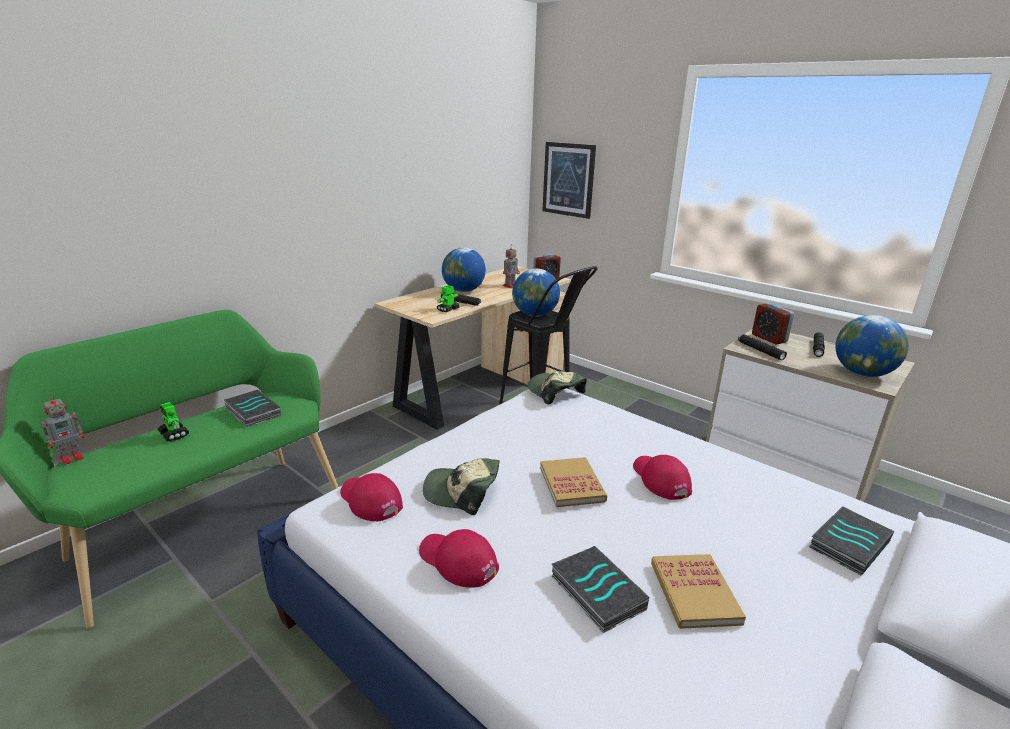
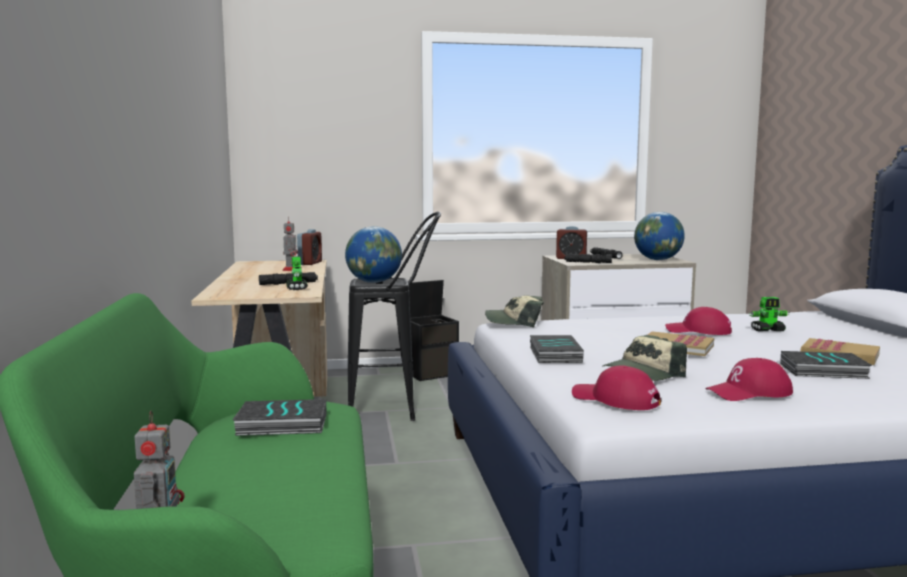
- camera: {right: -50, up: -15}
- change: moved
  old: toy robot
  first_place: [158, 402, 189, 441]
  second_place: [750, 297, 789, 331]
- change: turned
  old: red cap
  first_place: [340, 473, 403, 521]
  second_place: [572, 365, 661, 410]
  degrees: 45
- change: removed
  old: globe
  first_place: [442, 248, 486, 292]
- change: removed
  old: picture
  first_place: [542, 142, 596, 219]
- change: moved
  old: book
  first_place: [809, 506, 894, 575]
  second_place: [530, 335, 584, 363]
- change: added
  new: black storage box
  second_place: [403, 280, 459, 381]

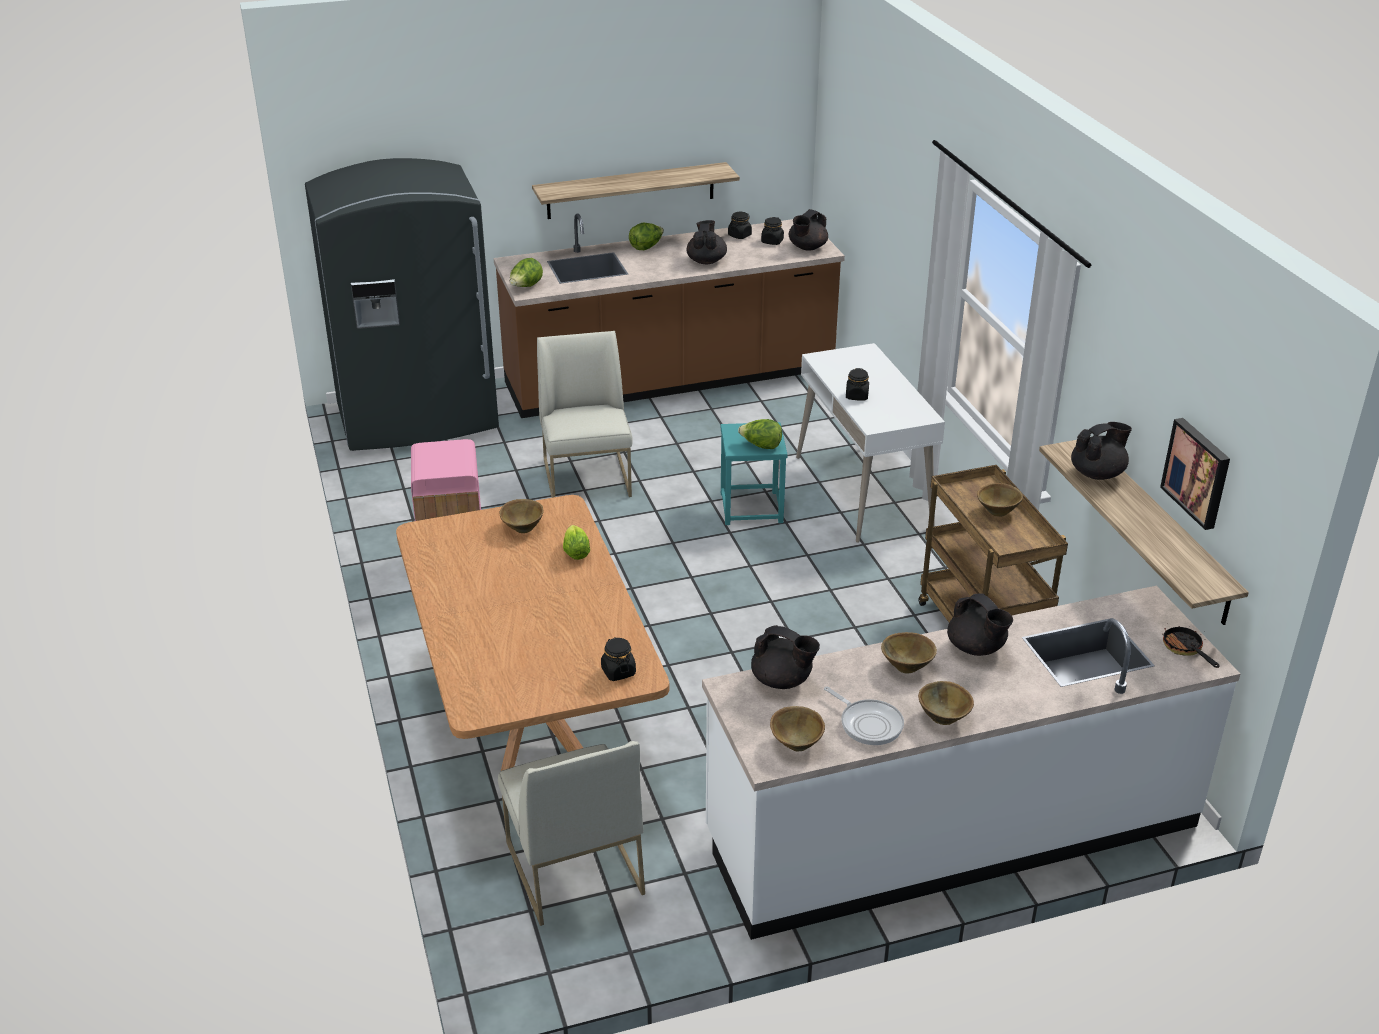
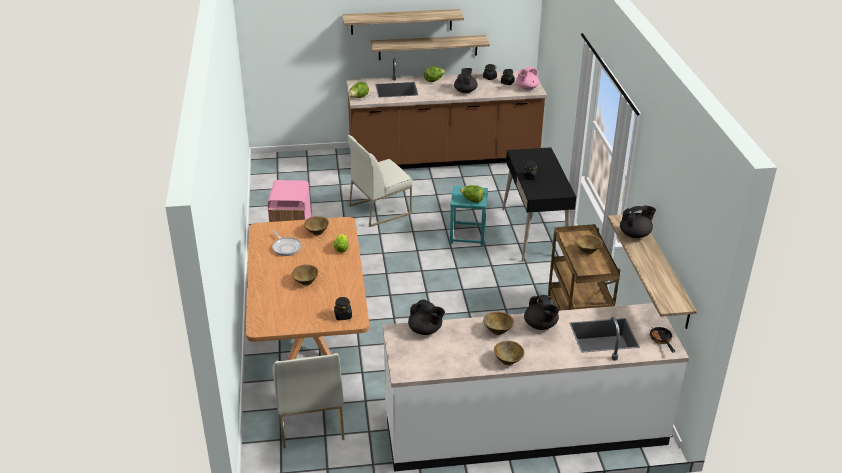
- camera: {right: 10, up: 0}
- change: removed
  old: grey fridge
  first_place: [305, 158, 499, 451]
- change: turned
  old: white chair
  first_place: [537, 331, 633, 498]
  second_place: [347, 135, 413, 227]
  degrees: -120
- change: moved
  old: brown bowl
  first_place: [770, 706, 825, 751]
  second_place: [292, 265, 318, 285]
- change: recoloured
  old: black teapot
  new: pink teapot
  first_place: [788, 209, 828, 250]
  second_place: [516, 66, 539, 90]
- change: recoloured
  old: white desk
  new: black desk
  first_place: [796, 343, 945, 543]
  second_place: [502, 147, 576, 262]
- change: moved
  old: frying pan
  first_place: [824, 686, 904, 745]
  second_place: [272, 230, 301, 256]
- change: removed
  old: picture
  first_place: [1160, 418, 1230, 530]
- change: added
  new: shelf
  second_place: [342, 9, 464, 35]

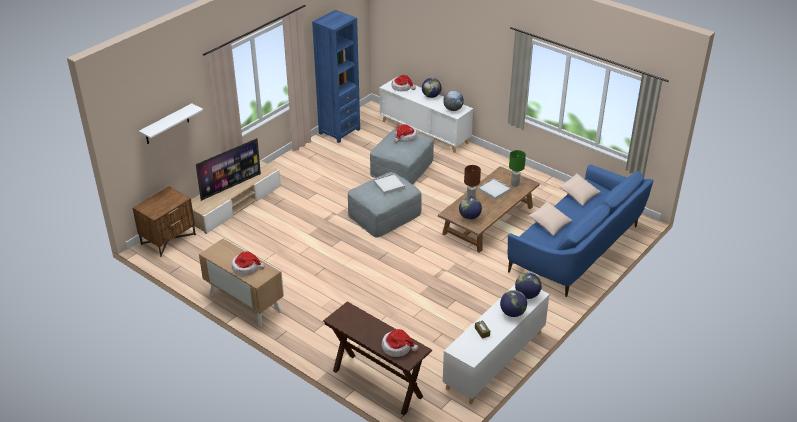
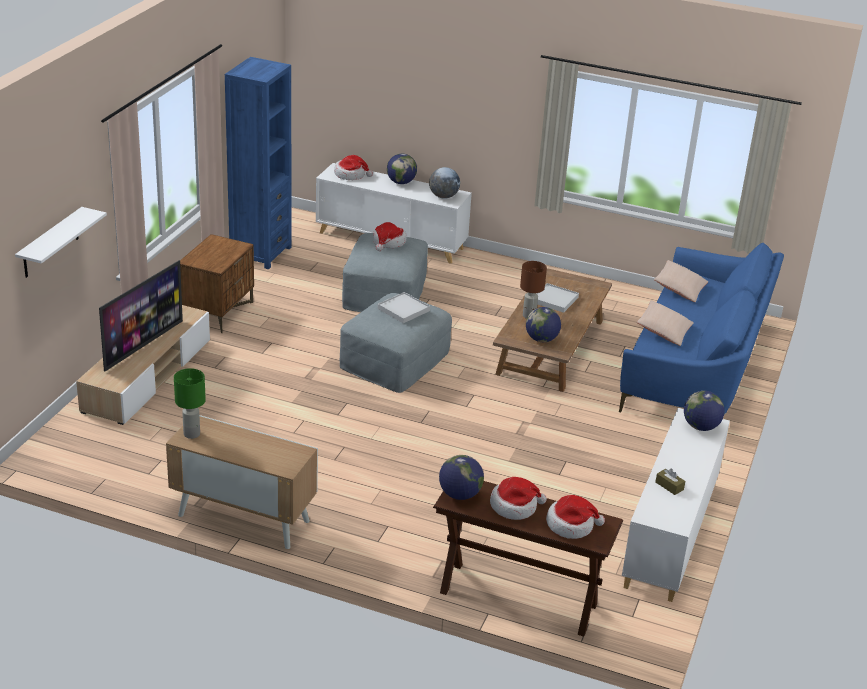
- camera: {right: -20, up: -5}
- change: moved
  old: brown nightstand
  first_place: [132, 187, 196, 257]
  second_place: [180, 234, 254, 333]
- change: moved
  old: hat
  first_place: [232, 251, 265, 276]
  second_place: [490, 477, 547, 520]
- change: moved
  old: globe
  first_place: [500, 290, 527, 317]
  second_place: [439, 455, 484, 500]
- change: moved
  old: green table lamp
  first_place: [509, 150, 526, 187]
  second_place: [174, 368, 206, 439]

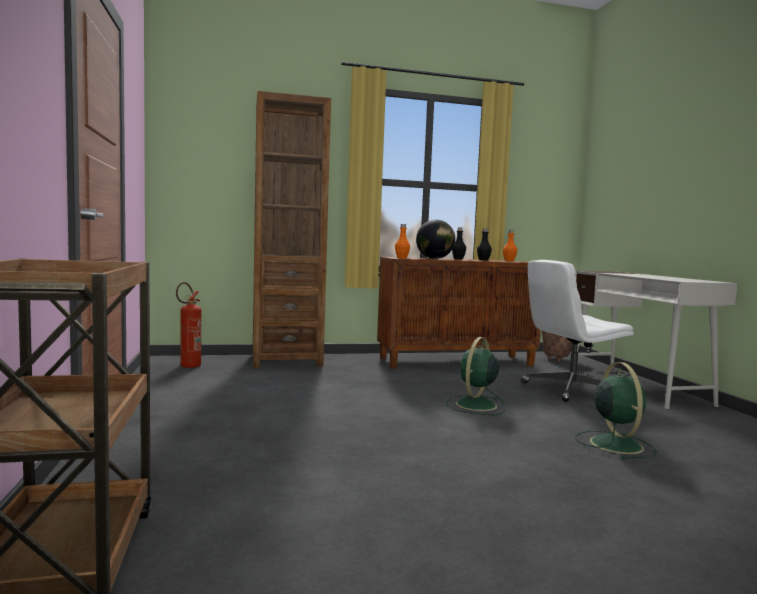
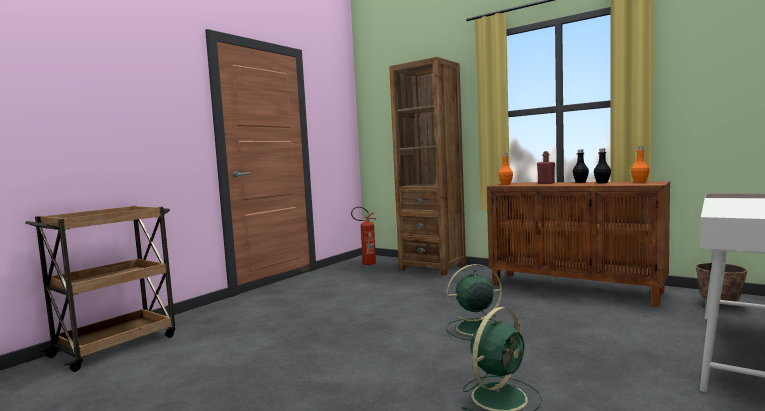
- camera: {right: 50, up: 0}
- change: replaced
  old: globe
  new: red bottle
  first_place: [416, 220, 455, 259]
  second_place: [537, 151, 555, 184]
- change: removed
  old: white office chair
  first_place: [521, 260, 634, 402]

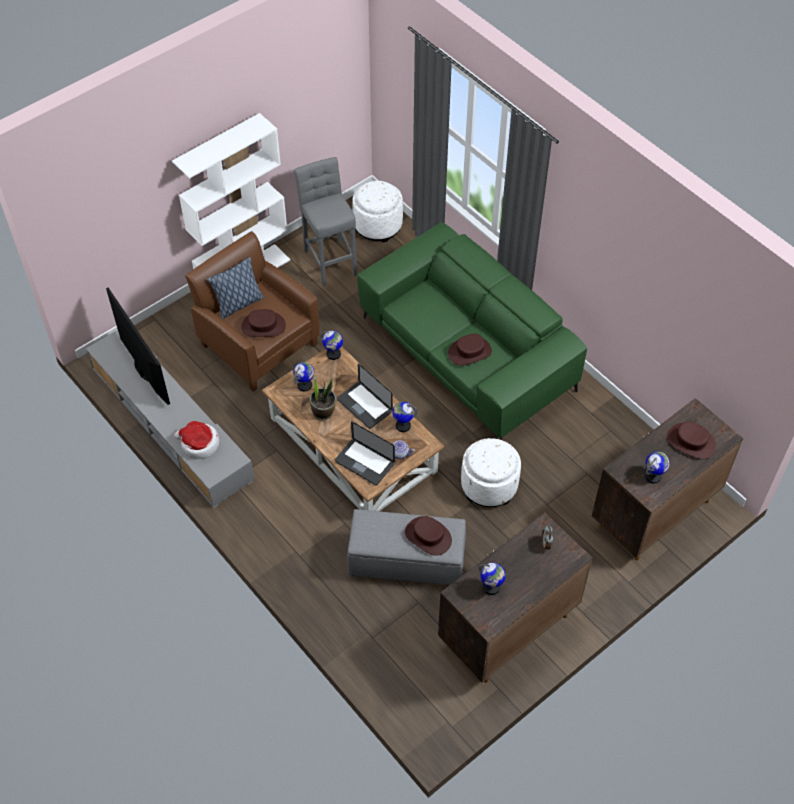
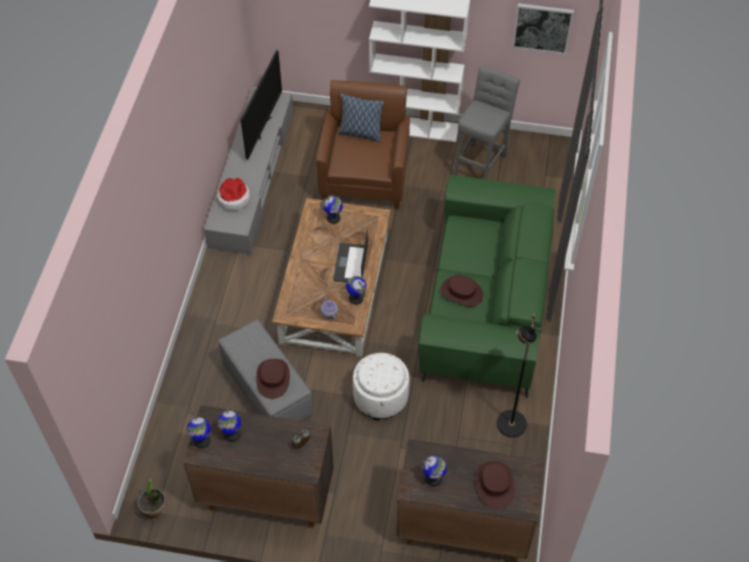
- camera: {right: 50, up: 0}
- change: removed
  old: brown hat
  first_place: [241, 309, 286, 337]
- change: moved
  old: potted plant
  first_place: [310, 377, 336, 420]
  second_place: [138, 479, 165, 520]
- change: moved
  old: globe
  first_place: [320, 330, 343, 360]
  second_place: [187, 414, 211, 448]
- change: removed
  old: laptop
  first_place: [335, 421, 395, 485]
- change: removed
  old: white ottoman
  first_place: [352, 181, 403, 242]
- change: added
  new: black floor lamp
  second_place: [497, 314, 537, 437]
- change: added
  new: picture
  second_place: [512, 3, 574, 54]

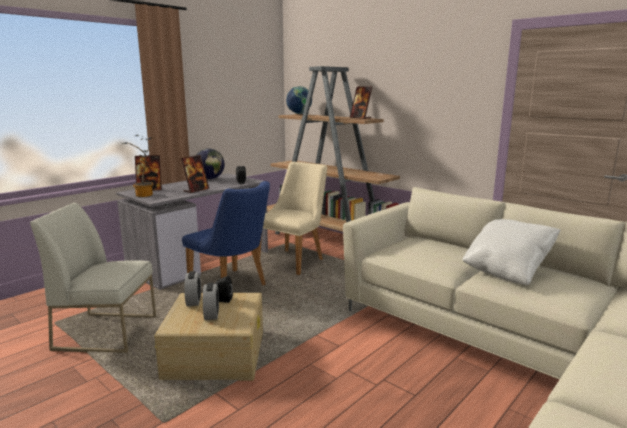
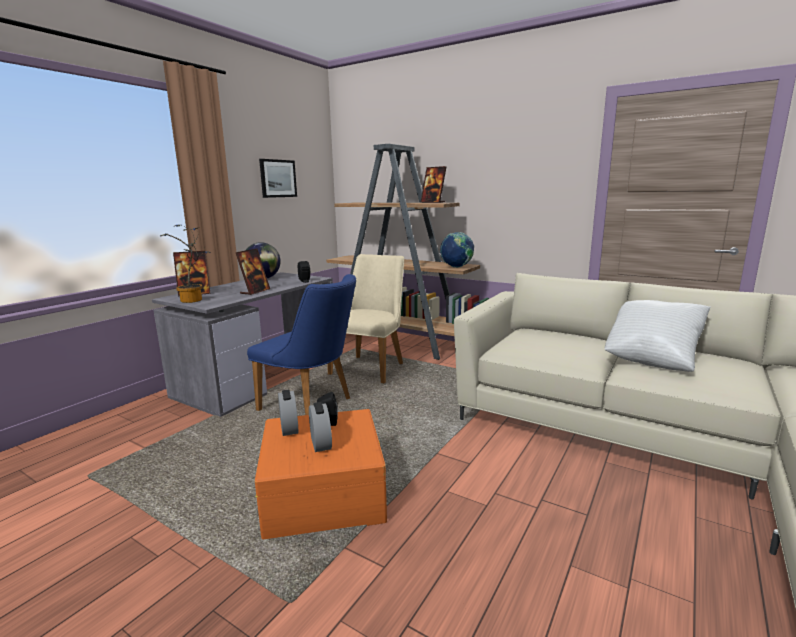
- camera: {right: -10, up: 0}
- change: removed
  old: white chair
  first_place: [30, 203, 156, 353]
- change: recoloured
  old: beige storage box
  new: orange storage box
  first_place: [154, 293, 263, 381]
  second_place: [255, 409, 387, 539]
- change: moved
  old: globe
  first_place: [286, 86, 312, 114]
  second_place: [440, 232, 474, 268]
- change: added
  new: picture
  second_place: [259, 159, 297, 198]

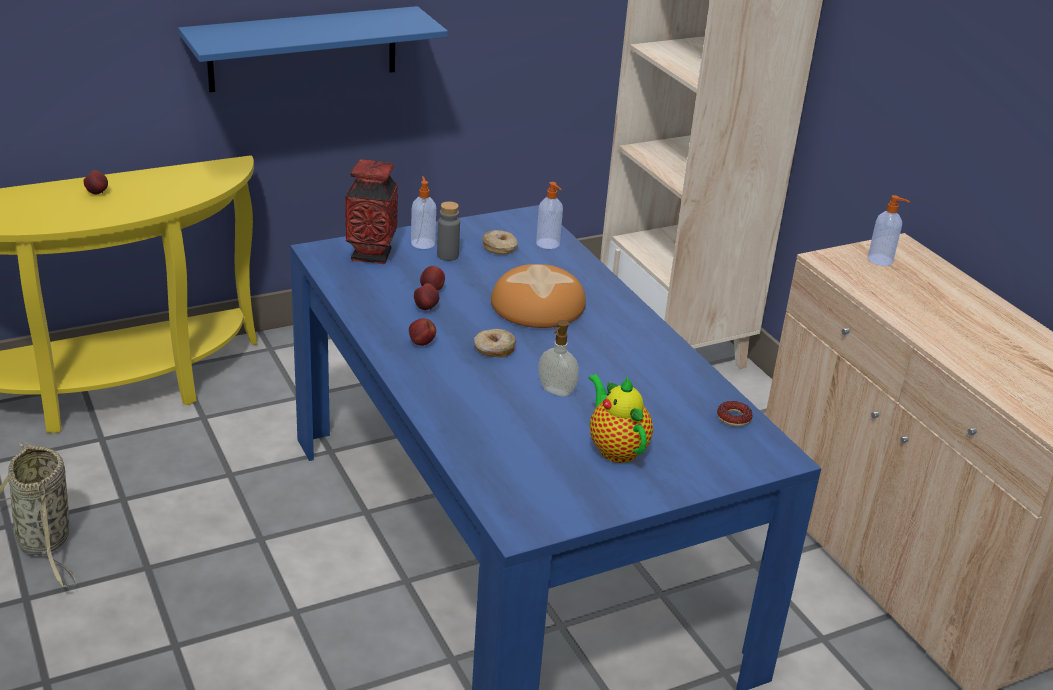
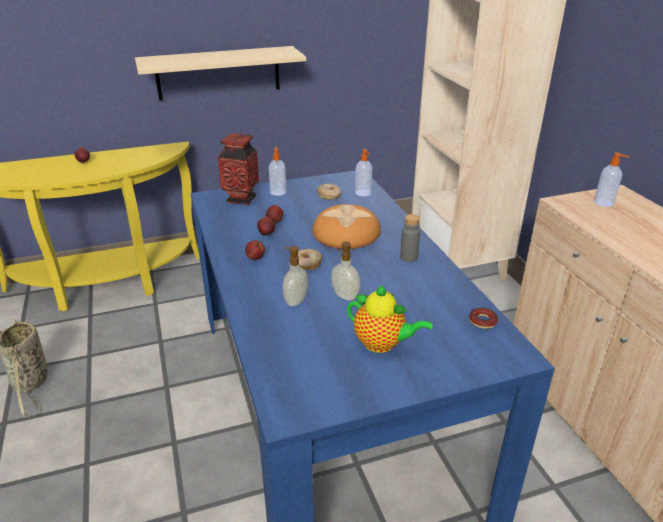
- camera: {right: 10, up: 0}
- change: recoloured
  old: blue shelf
  new: beige shelf
  first_place: [178, 6, 448, 92]
  second_place: [135, 46, 306, 101]
- change: moved
  old: grey bottle
  first_place: [437, 201, 460, 261]
  second_place: [400, 214, 420, 262]
- change: turned
  old: teapot
  first_place: [588, 374, 653, 463]
  second_place: [347, 285, 433, 353]
  degrees: 135
- change: added
  new: soap dispenser
  second_place: [282, 246, 308, 307]

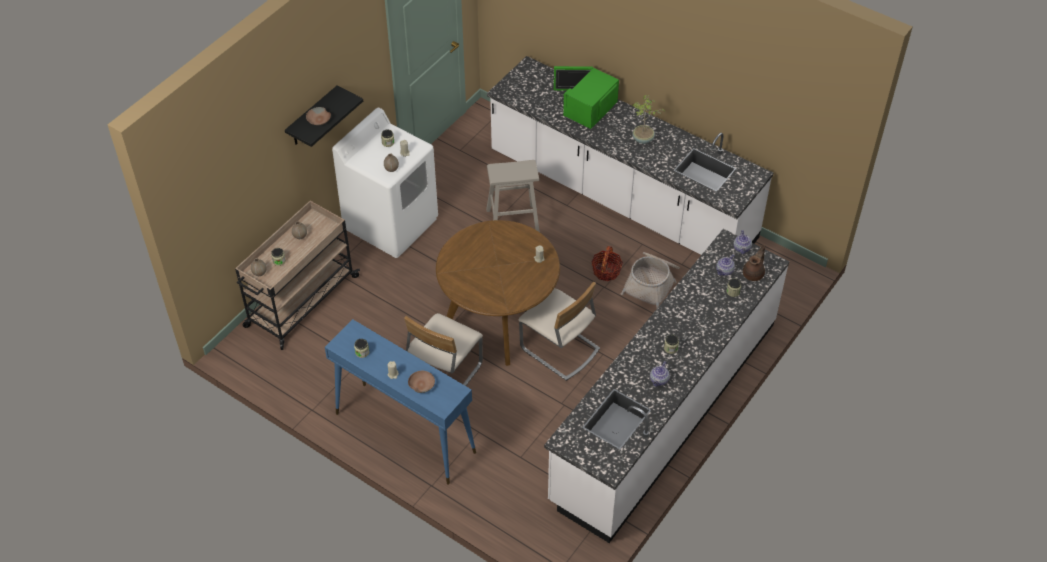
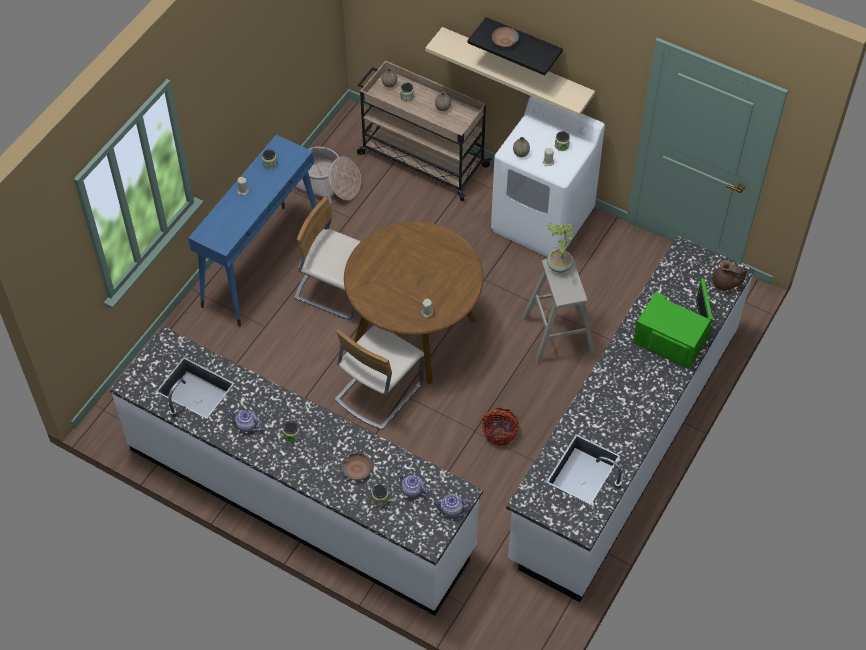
- camera: {right: 85, up: 5}
- change: moved
  old: brown bowl
  first_place: [408, 371, 435, 393]
  second_place: [342, 453, 372, 480]
- change: moved
  old: basket
  first_place: [621, 252, 680, 309]
  second_place: [293, 147, 361, 204]
- change: moved
  old: potted plant
  first_place: [632, 95, 665, 144]
  second_place: [547, 223, 574, 273]
- change: moved
  old: brown teapot
  first_place: [743, 244, 765, 281]
  second_place: [713, 261, 747, 291]
- change: added
  new: beige shelf
  second_place: [425, 27, 595, 116]

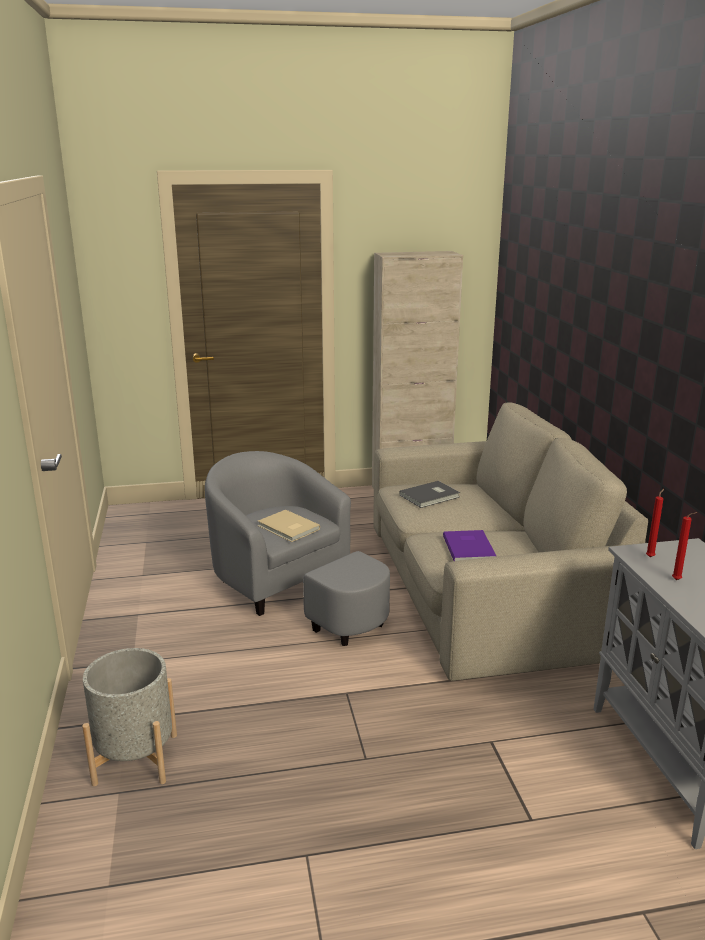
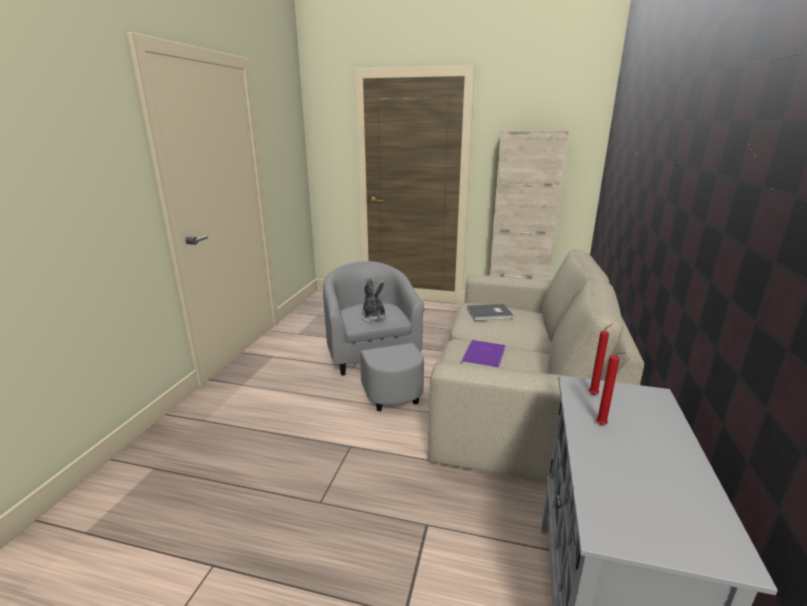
- camera: {right: 25, up: 0}
- change: removed
  old: grey planter
  first_place: [82, 648, 177, 786]
- change: replaced
  old: beige book
  new: plush toy
  first_place: [258, 510, 320, 542]
  second_place: [361, 277, 387, 322]

